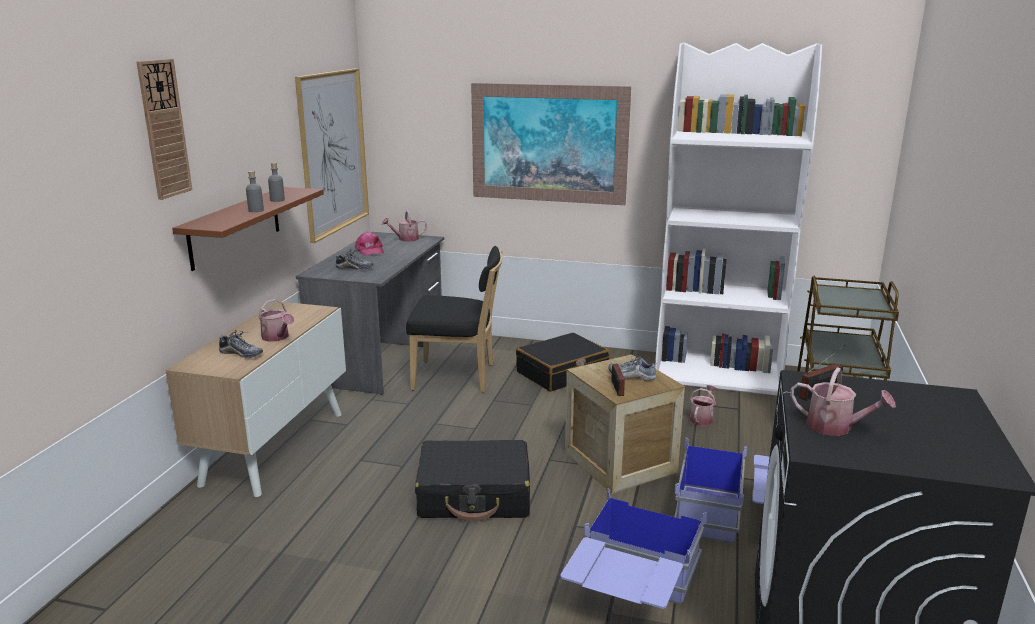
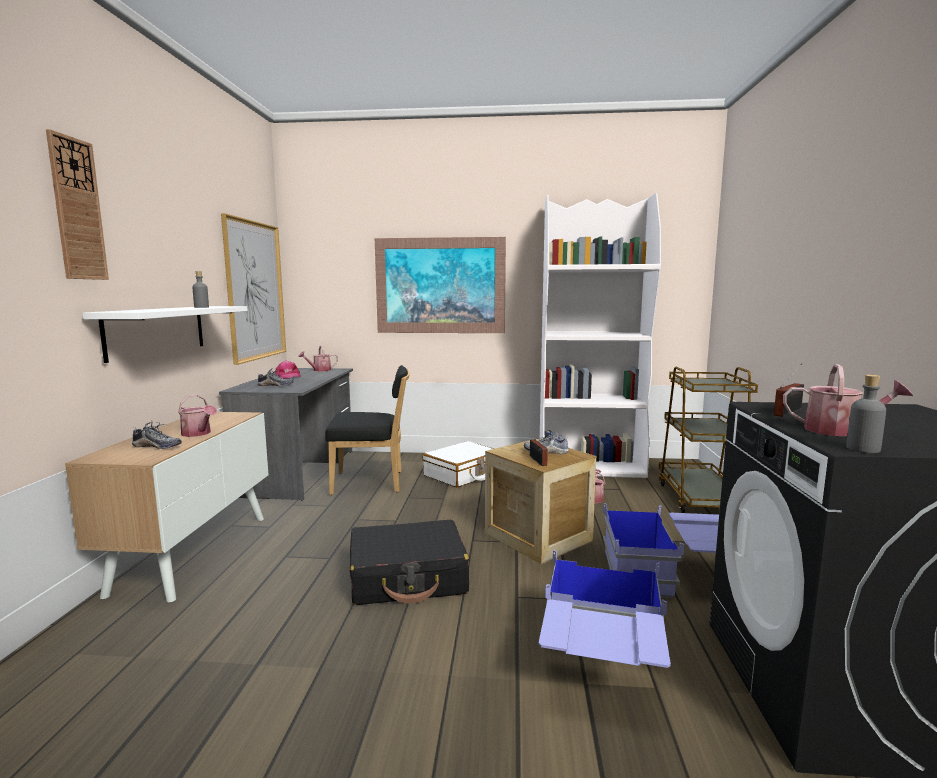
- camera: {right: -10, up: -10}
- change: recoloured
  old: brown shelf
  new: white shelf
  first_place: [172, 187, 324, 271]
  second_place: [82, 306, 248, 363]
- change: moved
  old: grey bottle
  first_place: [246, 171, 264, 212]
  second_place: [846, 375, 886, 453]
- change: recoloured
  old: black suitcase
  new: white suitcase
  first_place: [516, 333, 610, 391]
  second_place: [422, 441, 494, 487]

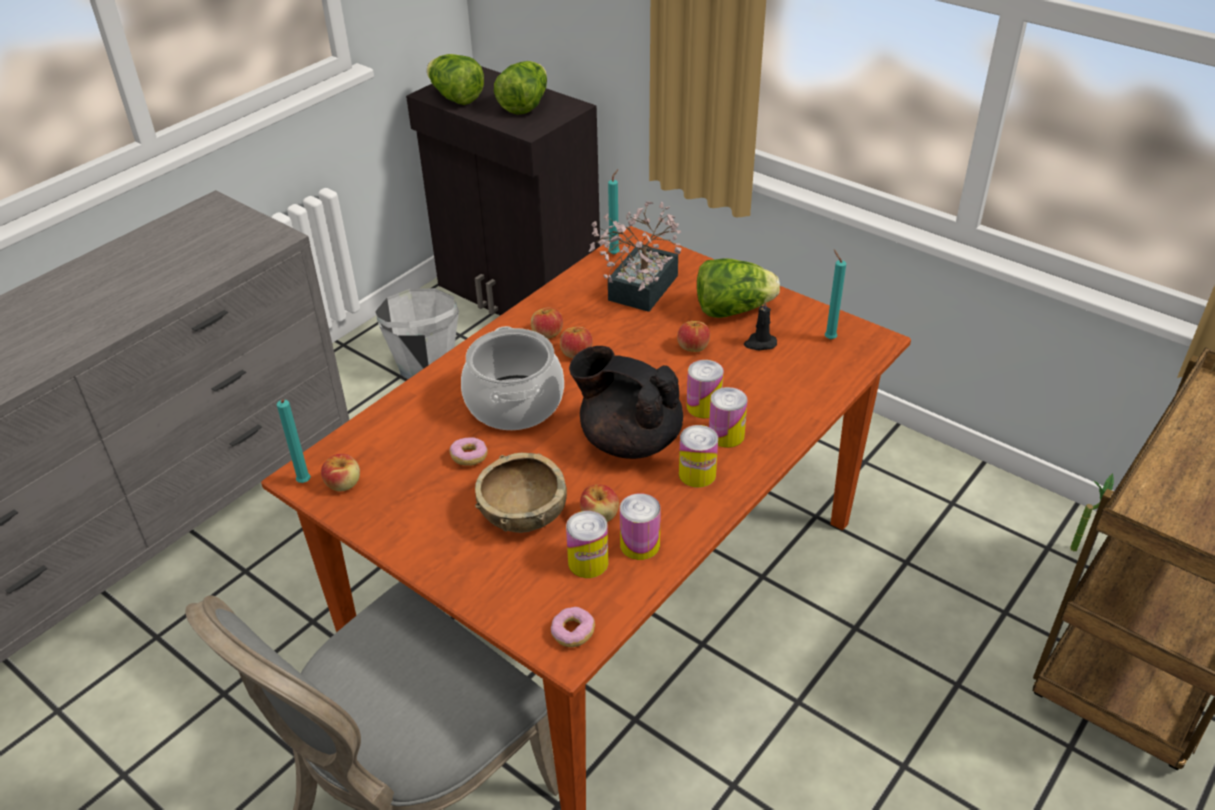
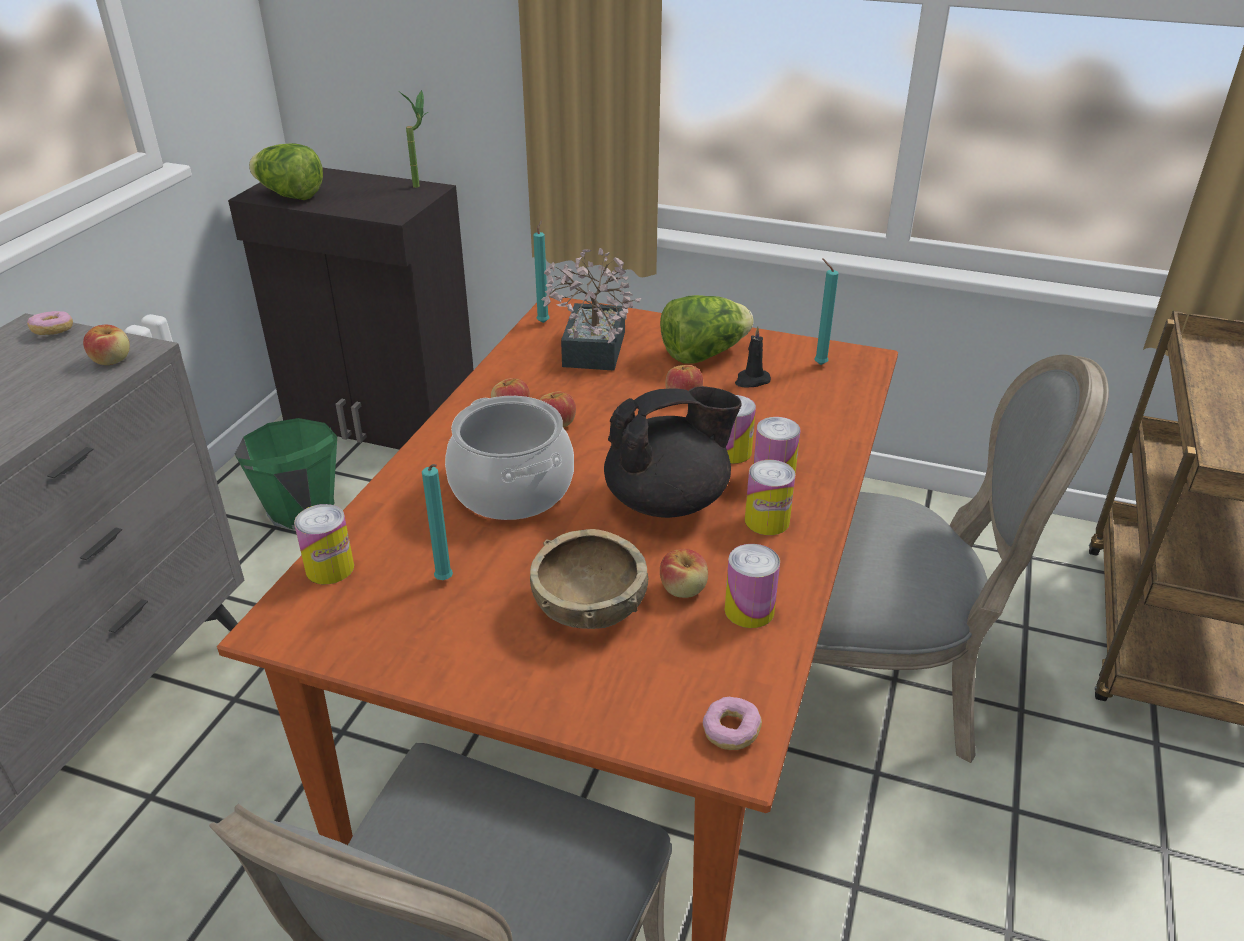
- camera: {right: -20, up: -5}
- change: moved
  old: turquoise candle
  first_place: [277, 399, 311, 483]
  second_place: [422, 464, 453, 580]
- change: moved
  old: apple
  first_place: [321, 454, 360, 491]
  second_place: [83, 325, 130, 365]
- change: recoloured
  old: grey bucket
  new: green bucket
  first_place: [375, 288, 459, 379]
  second_place: [235, 418, 337, 530]
- change: moved
  old: donut
  first_place: [449, 437, 488, 466]
  second_place: [27, 311, 73, 335]
- change: removed
  old: lettuce
  first_place: [494, 61, 547, 115]
- change: moved
  old: can
  first_place: [566, 511, 608, 578]
  second_place: [294, 504, 354, 584]
- change: turned
  old: black teapot
  first_place: [569, 346, 683, 459]
  second_place: [604, 386, 741, 518]
  degrees: 150
- change: moved
  old: potted plant
  first_place: [1070, 473, 1114, 551]
  second_place: [400, 90, 428, 188]
- change: added
  new: grey chair
  second_place: [812, 355, 1109, 763]

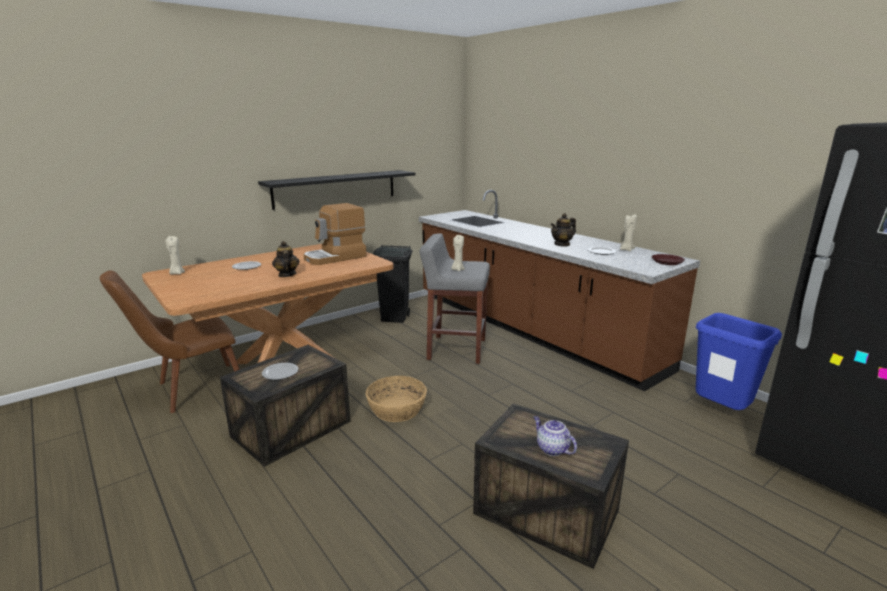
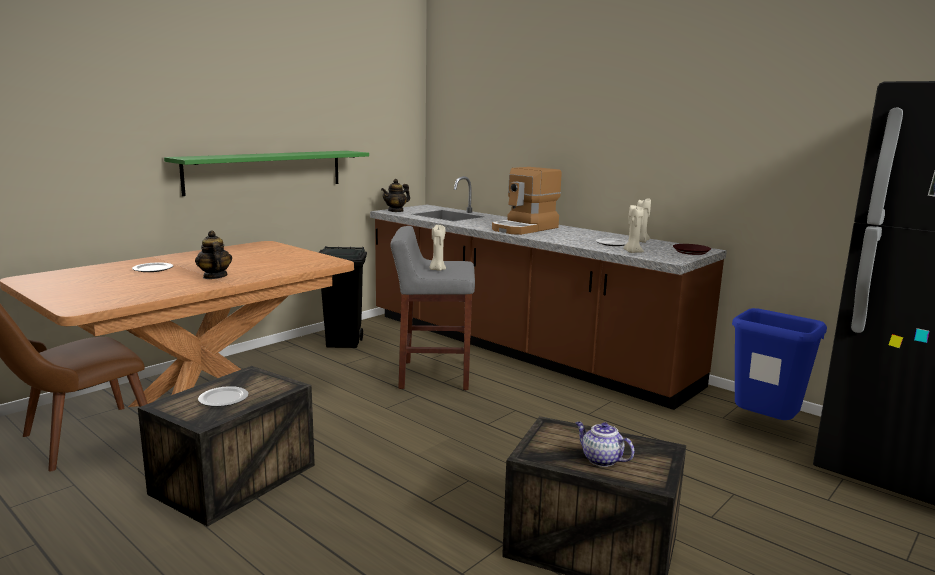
- camera: {right: -10, up: -5}
- change: moved
  old: beige candle
  first_place: [165, 236, 185, 275]
  second_place: [623, 205, 644, 253]
- change: recoloured
  old: black shelf
  new: green shelf
  first_place: [258, 170, 416, 210]
  second_place: [164, 151, 369, 196]
- change: moved
  old: coffee machine
  first_place: [304, 203, 367, 265]
  second_place: [492, 167, 561, 235]
- change: removed
  old: basket
  first_place: [365, 376, 427, 422]
- change: moved
  old: teapot
  first_place: [551, 213, 576, 247]
  second_place: [381, 179, 410, 212]

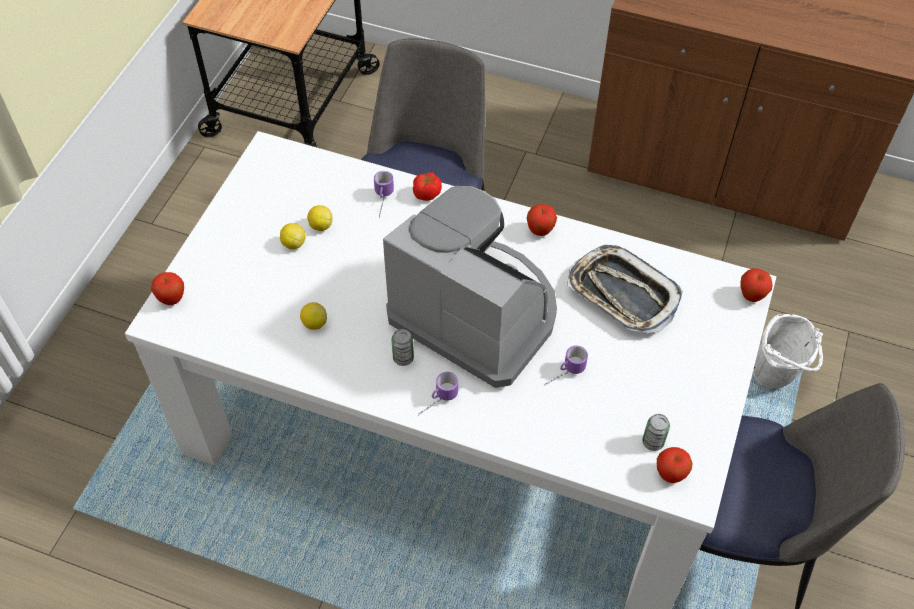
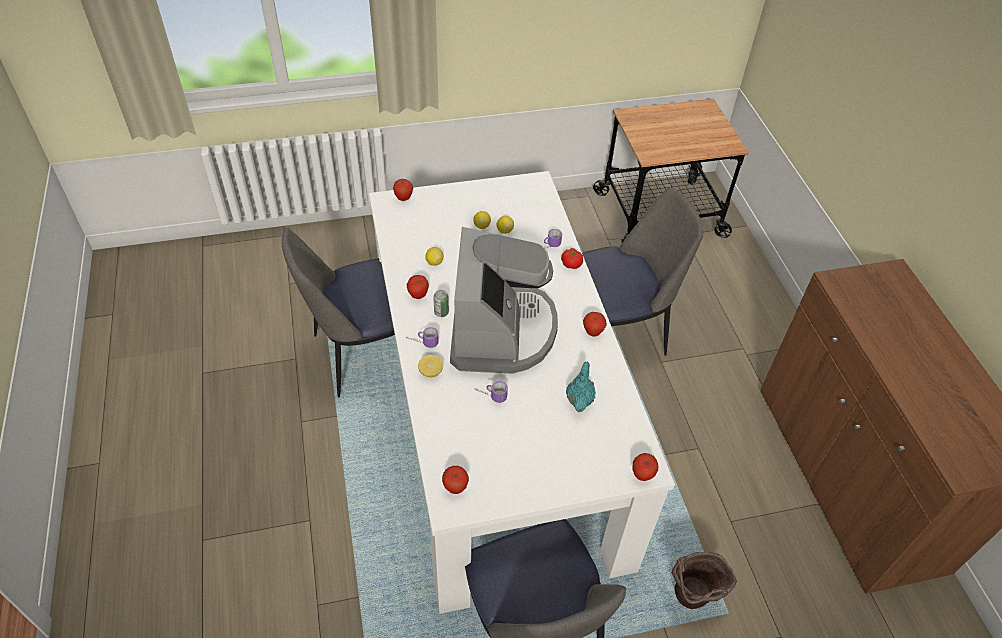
- camera: {right: 55, up: -5}
- change: replaced
  old: tray
  new: turquoise teapot
  first_place: [567, 245, 683, 334]
  second_place: [566, 362, 595, 412]
- change: removed
  old: can
  first_place: [642, 414, 670, 451]
- change: recoloured
  old: white bucket
  new: brown bucket
  first_place: [753, 314, 823, 388]
  second_place: [672, 552, 737, 609]
- change: added
  new: chair
  second_place: [282, 228, 395, 398]
- change: added
  new: apple
  second_place: [407, 275, 429, 299]
- change: added
  new: lemon
  second_place: [418, 355, 443, 377]

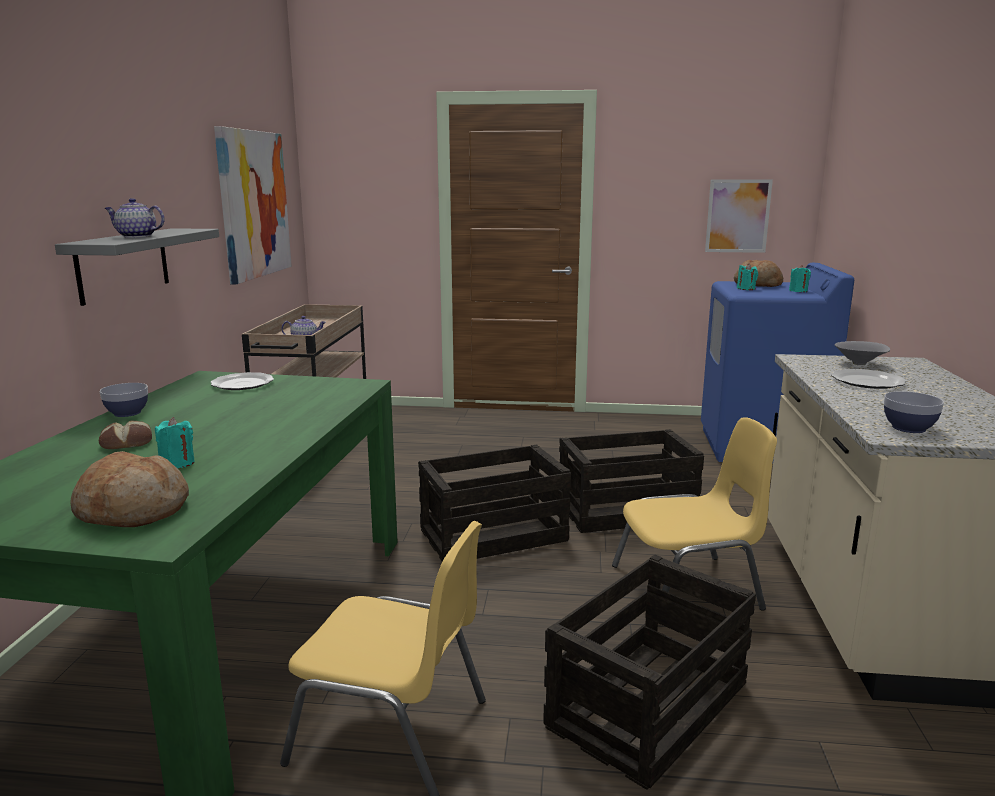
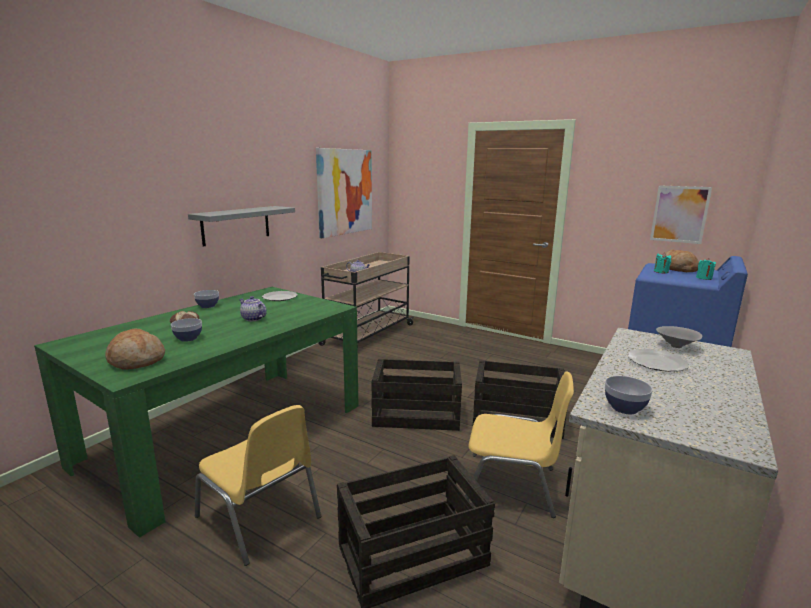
- camera: {right: 25, up: 0}
- change: moved
  old: teapot
  first_place: [104, 198, 165, 238]
  second_place: [239, 296, 267, 321]
- change: replaced
  old: turquoise candle
  new: bowl
  first_place: [155, 417, 195, 469]
  second_place: [171, 318, 202, 342]

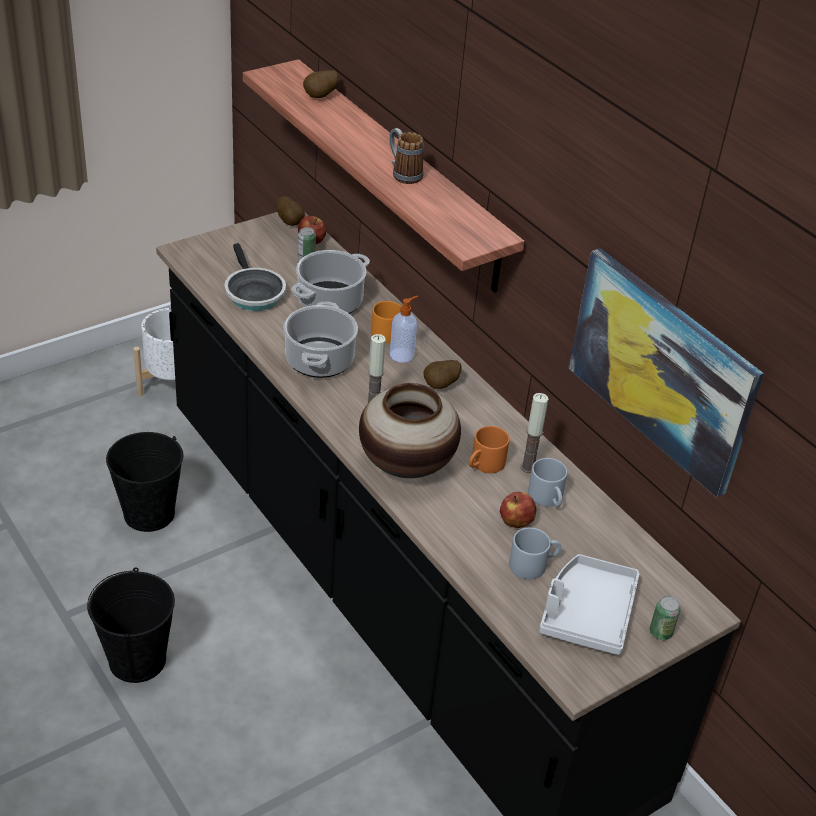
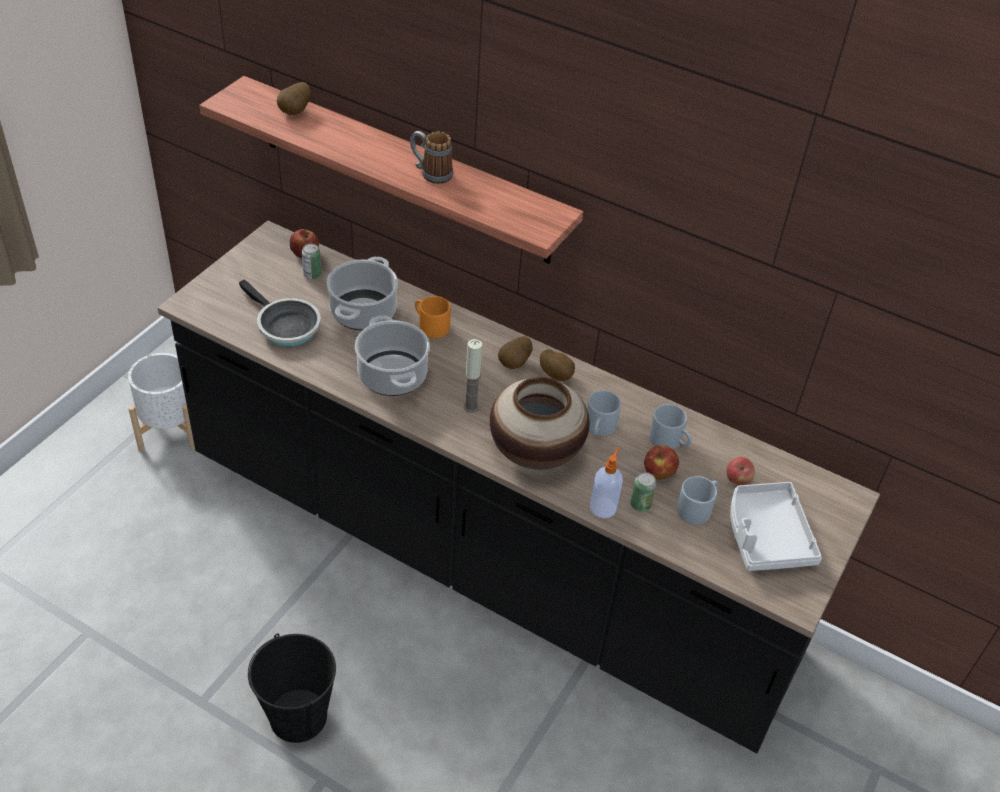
- camera: {right: -25, up: 5}
- change: removed
  old: black bucket
  first_place: [106, 432, 183, 532]
- change: moved
  old: potato
  first_place: [276, 196, 305, 226]
  second_place: [540, 349, 575, 381]
- change: moved
  old: soap dispenser
  first_place: [390, 296, 418, 363]
  second_place: [590, 447, 623, 518]
- change: recoloured
  old: orange mug
  new: grey mug
  first_place: [469, 426, 509, 473]
  second_place: [587, 390, 621, 436]
- change: removed
  old: candle
  first_place: [520, 393, 548, 473]
- change: removed
  old: picture
  first_place: [569, 248, 764, 497]
- change: moved
  old: can
  first_place: [650, 596, 681, 640]
  second_place: [630, 472, 656, 512]
- change: added
  new: apple
  second_place: [726, 457, 755, 485]

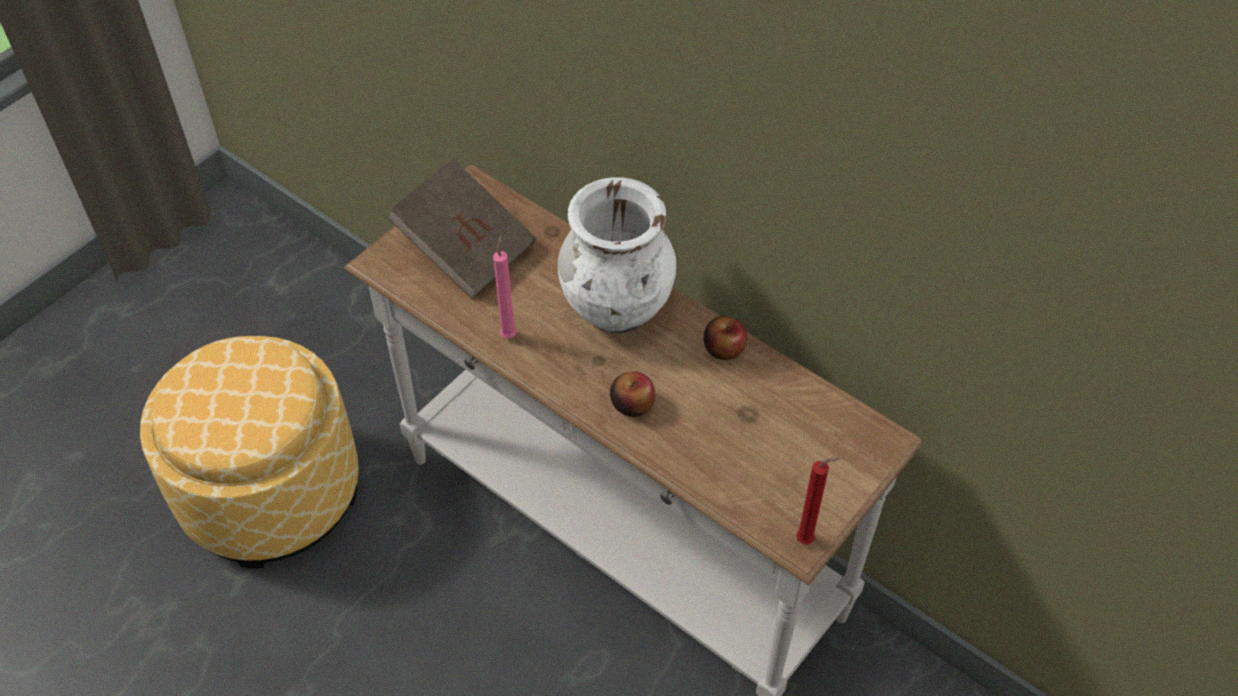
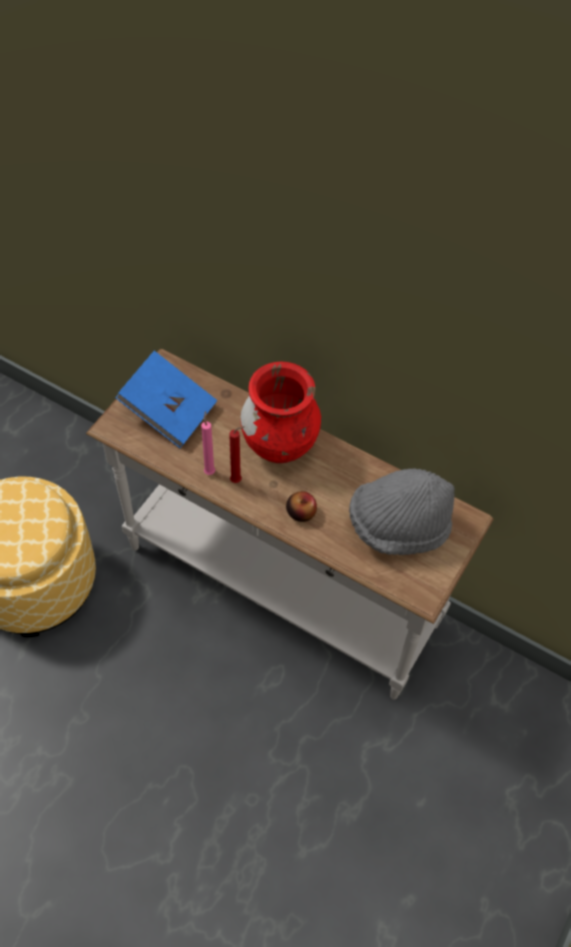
- camera: {right: -10, up: 5}
- change: recoloured
  old: brown book
  new: blue book
  first_place: [387, 158, 536, 299]
  second_place: [115, 351, 217, 448]
- change: recoloured
  old: white vase
  new: red vase
  first_place: [558, 177, 676, 333]
  second_place: [241, 362, 321, 463]
- change: removed
  old: apple
  first_place: [704, 316, 747, 360]
- change: moved
  old: red candle
  first_place: [796, 457, 840, 545]
  second_place: [229, 426, 245, 483]
- change: added
  new: grey hat
  second_place: [349, 468, 455, 555]

